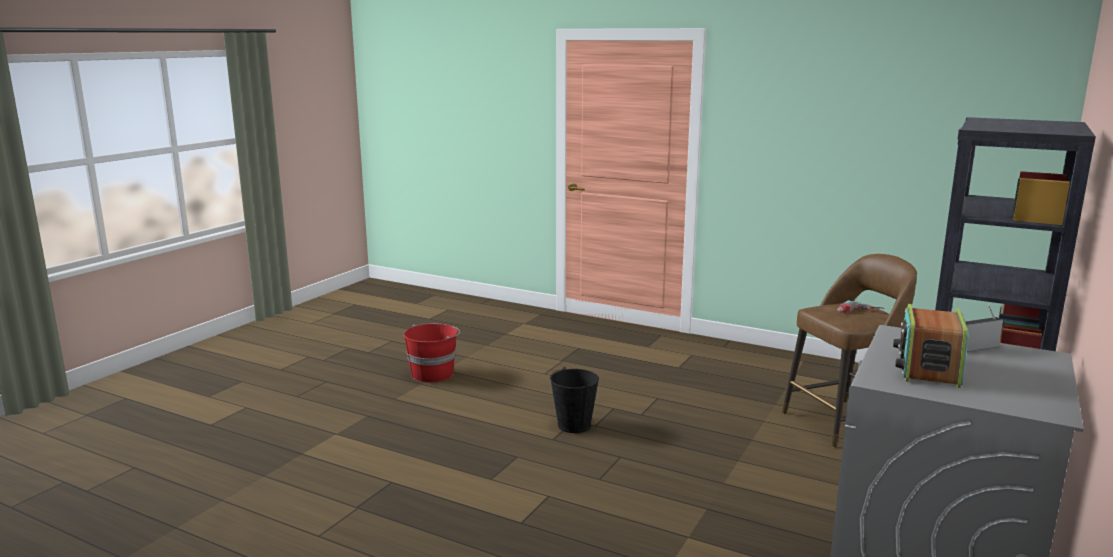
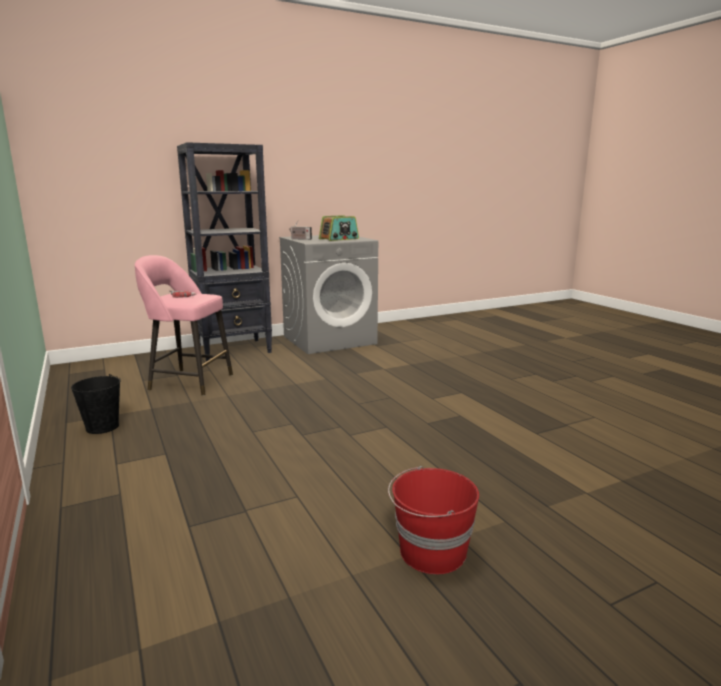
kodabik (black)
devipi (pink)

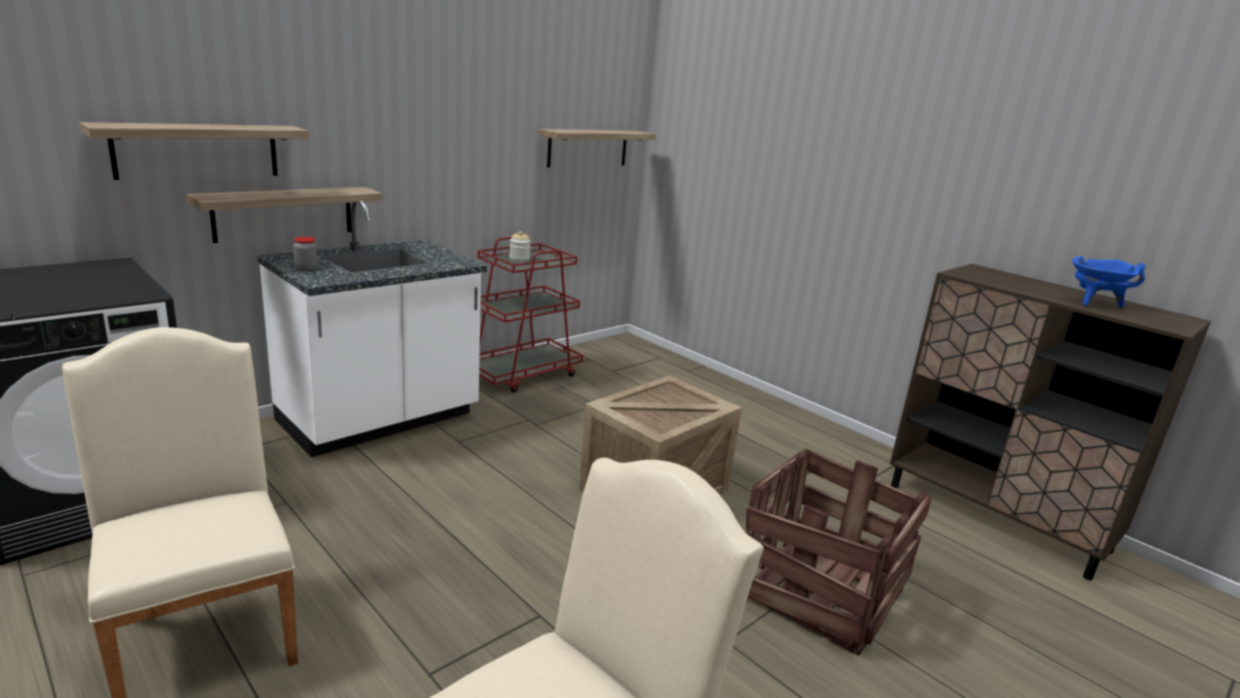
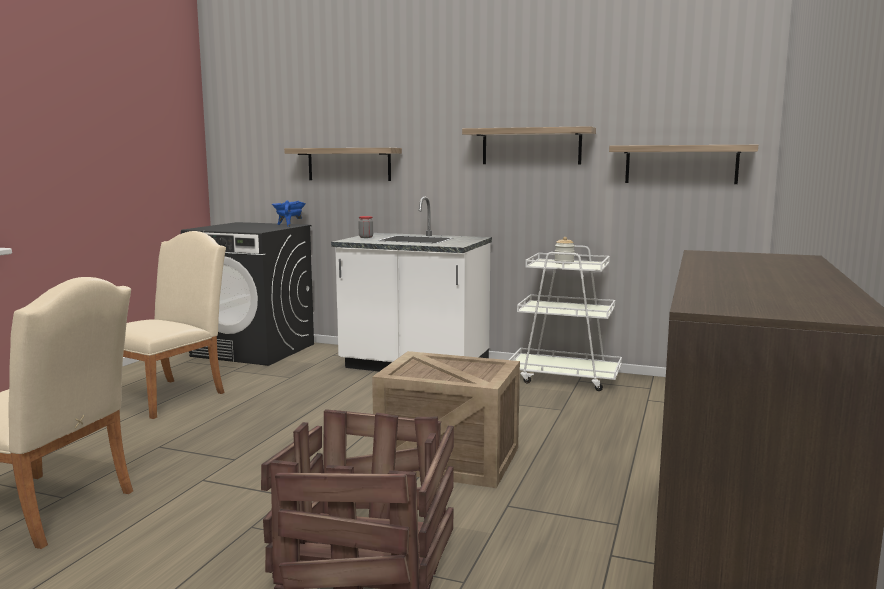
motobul (2nd from left)
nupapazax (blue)
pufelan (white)

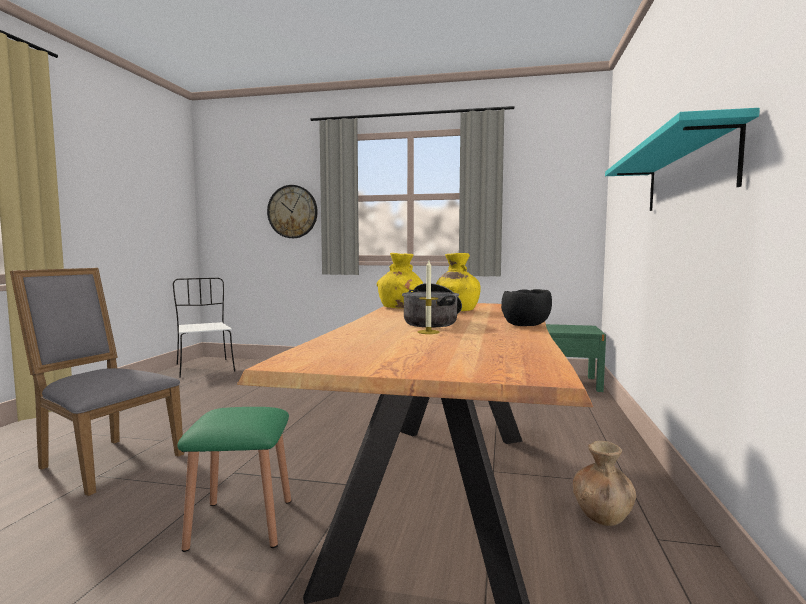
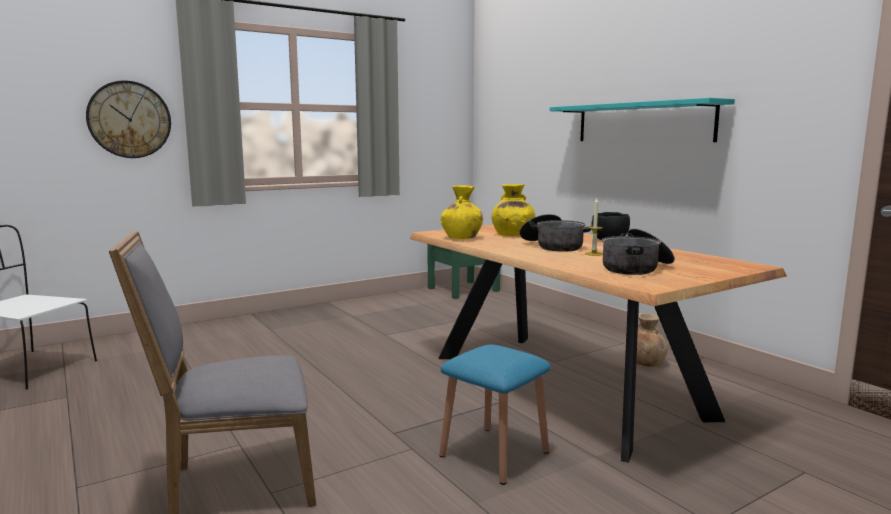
nupapazax (2nd from left)
devipi (blue)

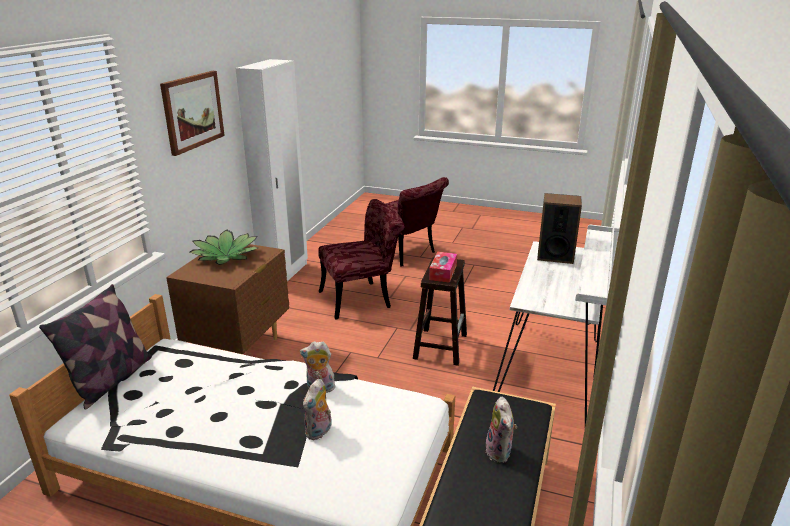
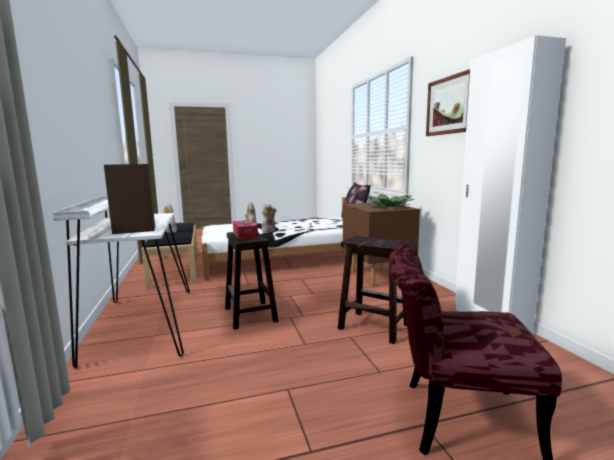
devipi (brown) (2nd from left)

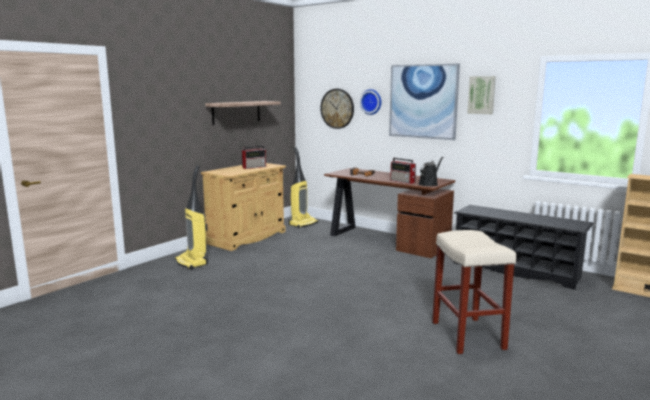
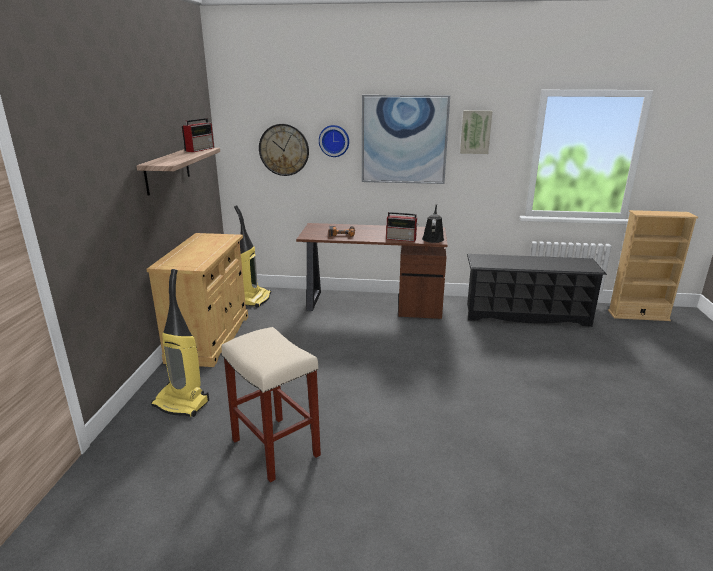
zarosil (1st from left)
devipi (beige)

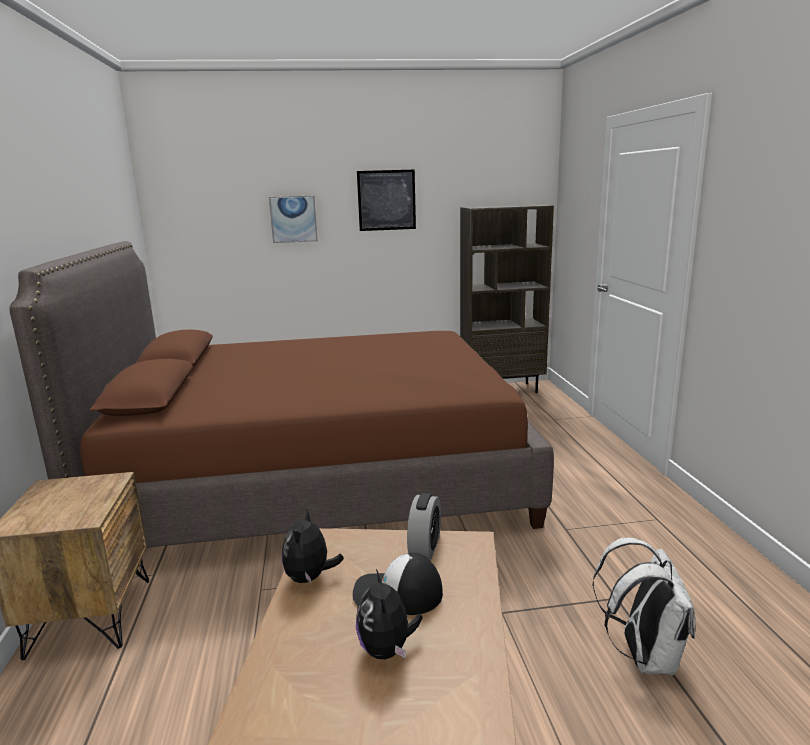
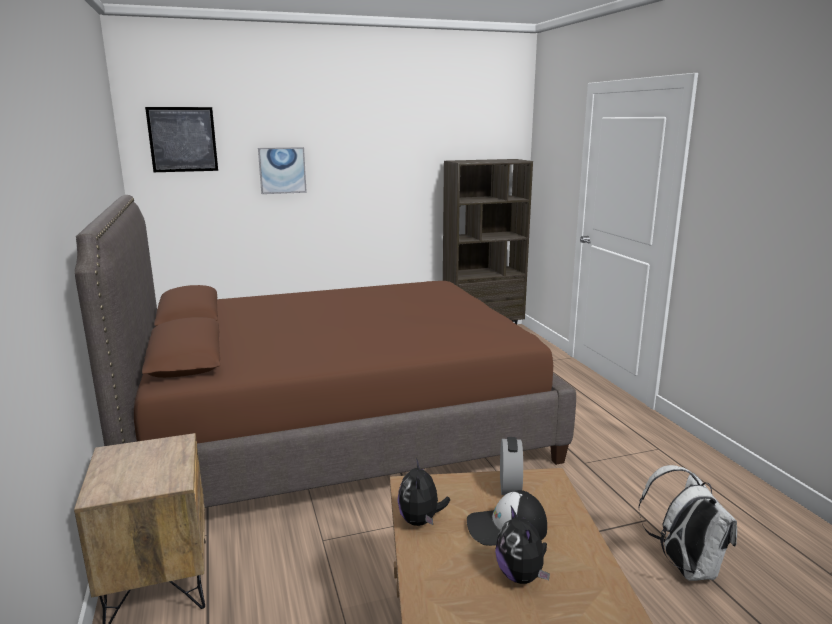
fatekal (1st from left)

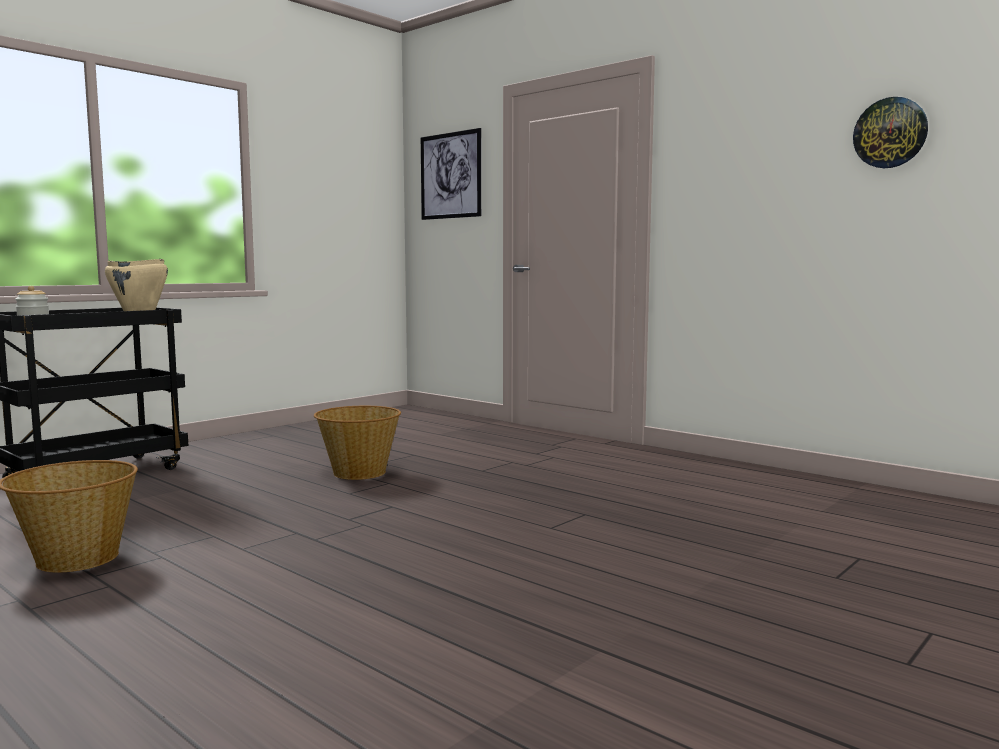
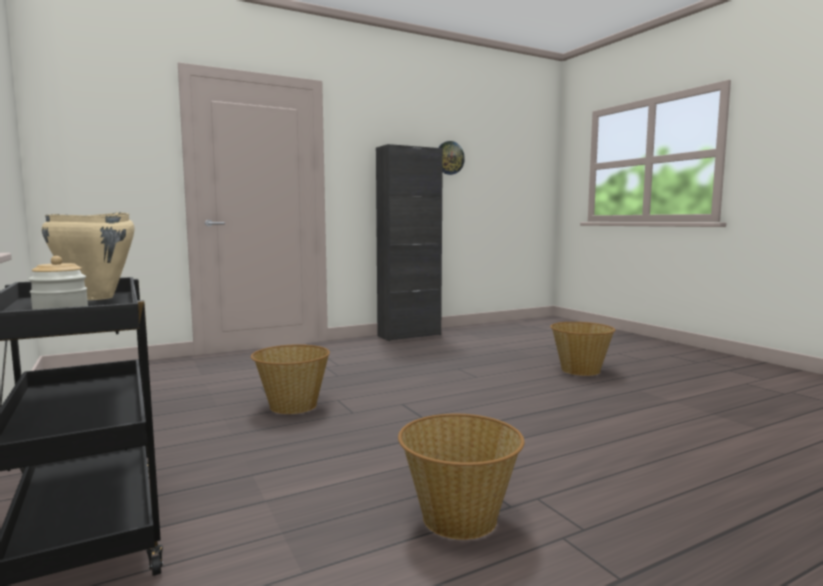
fatekal
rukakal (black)
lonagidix (3rd from left)

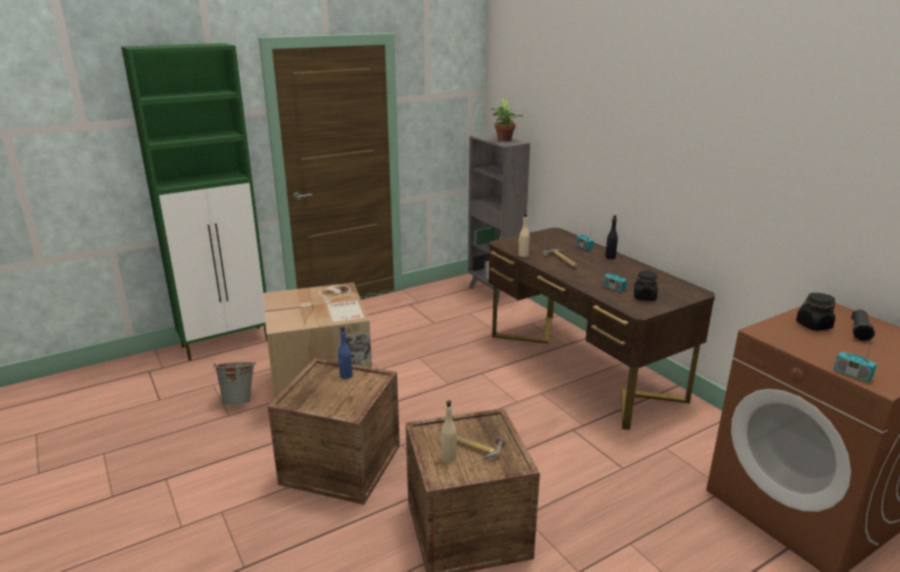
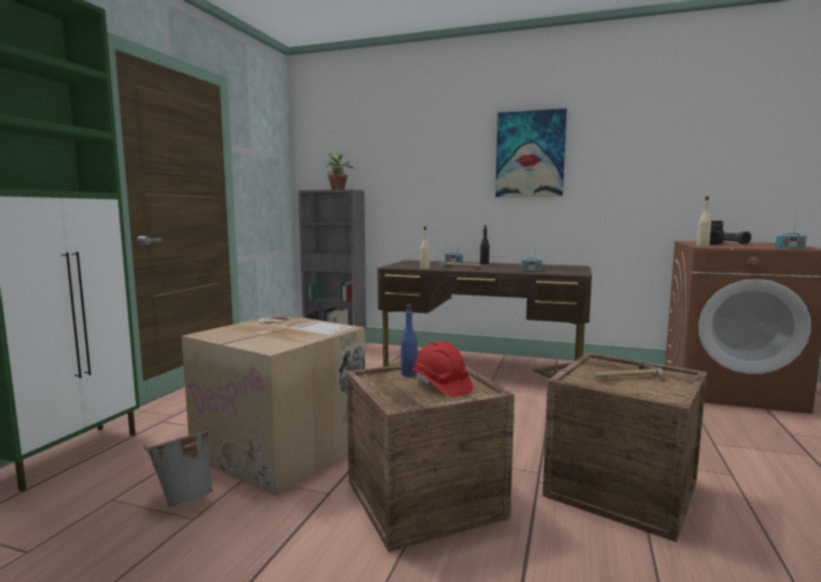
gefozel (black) (1st from left in the first image)
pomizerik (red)
fatekal
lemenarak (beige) (2nd from left)

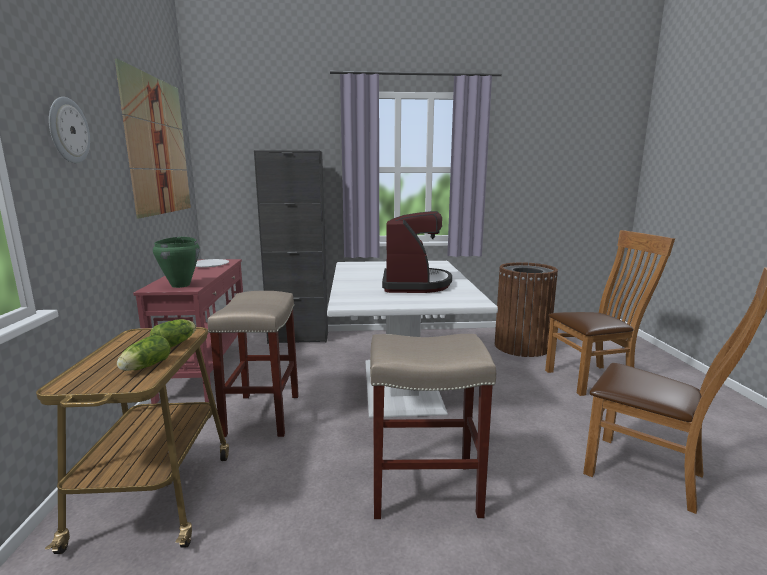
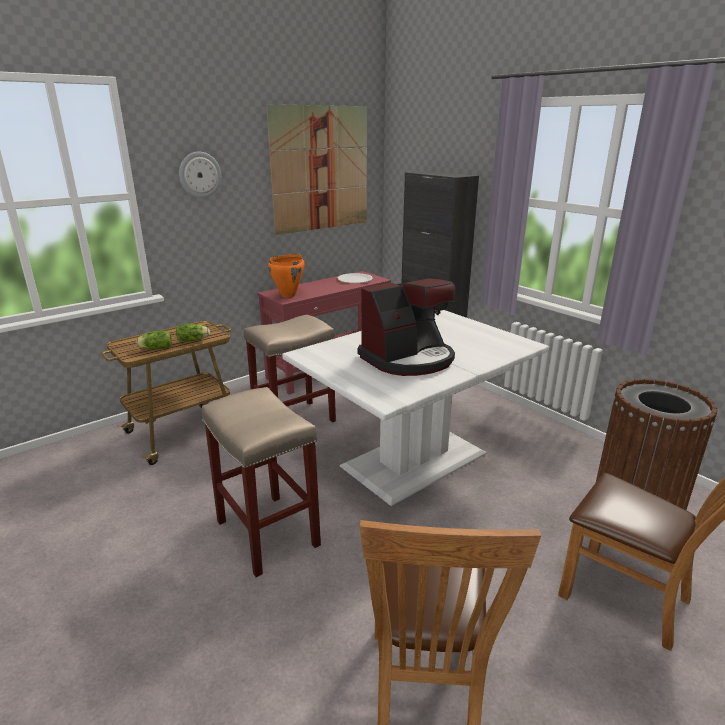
nupapazax (orange)

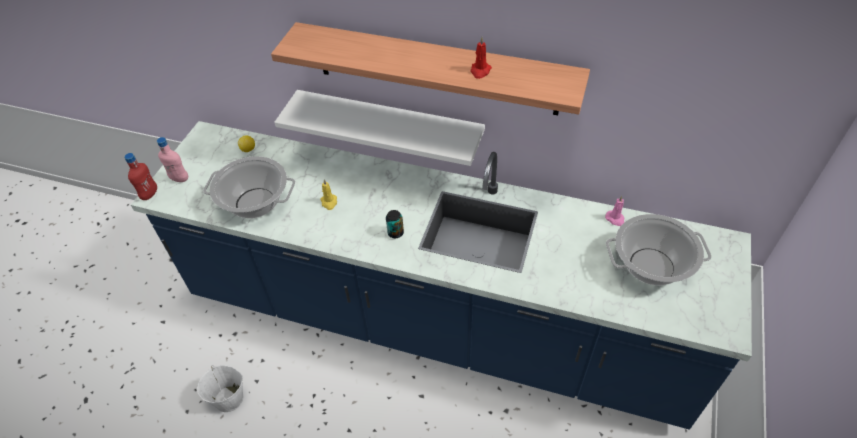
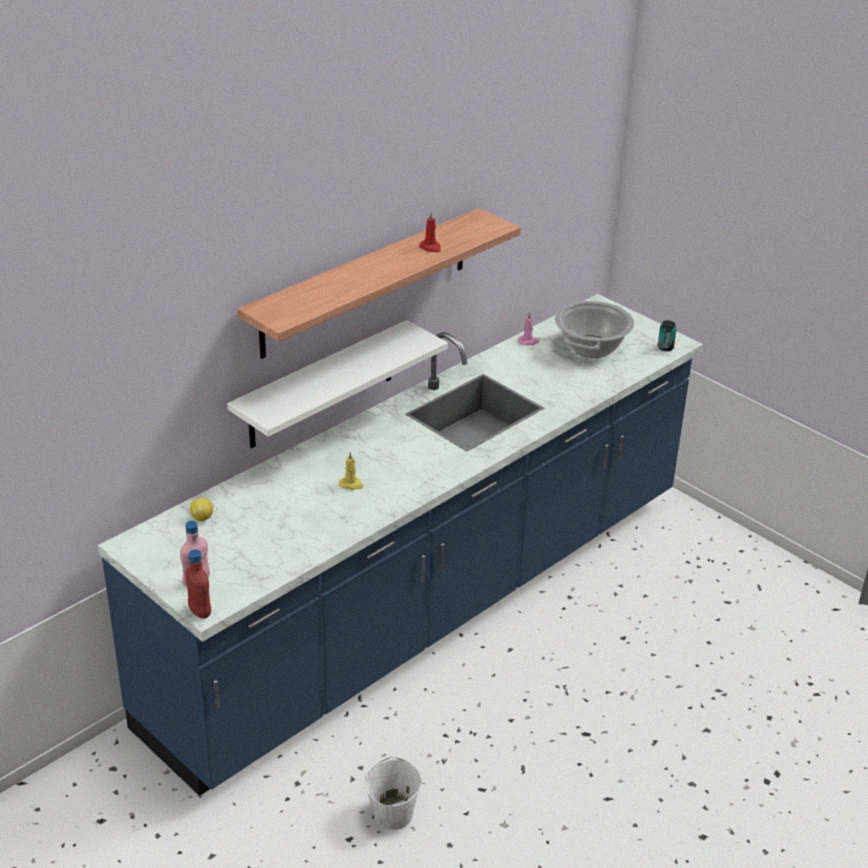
nupapazax (1st from left in the first image)
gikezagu

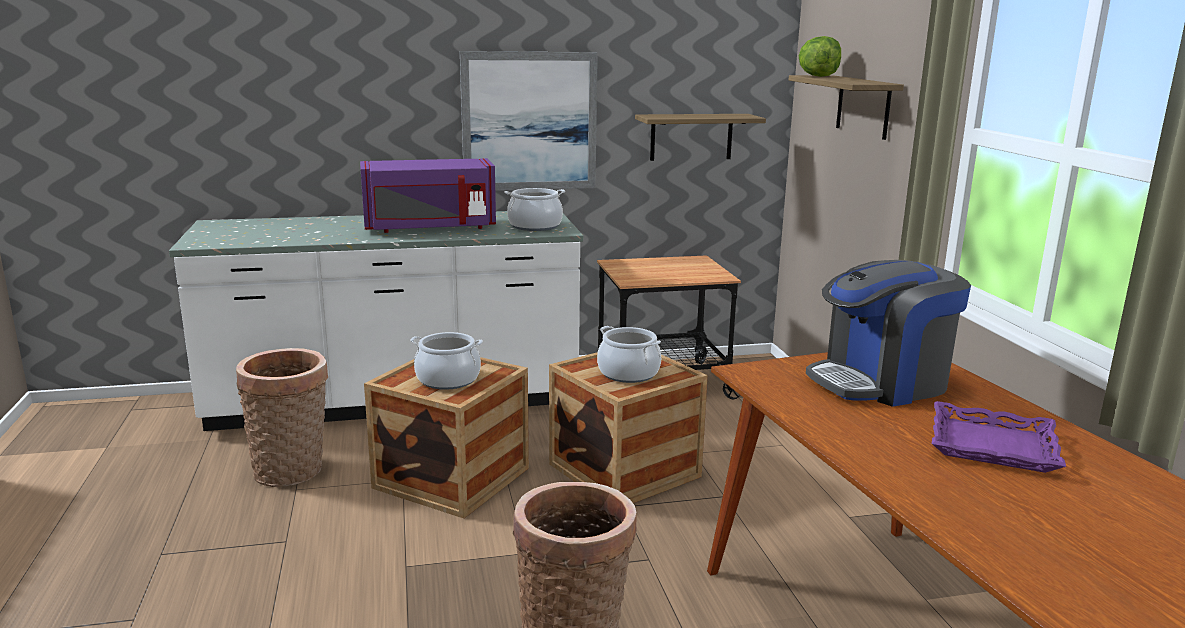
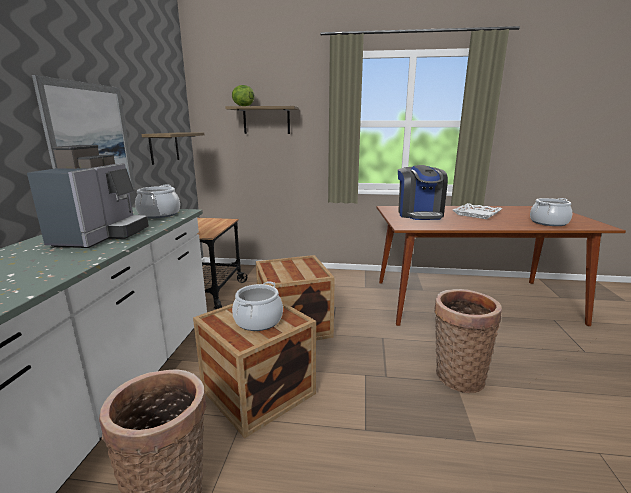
nupapazax (3rd from left)
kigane (1st from left)
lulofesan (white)

